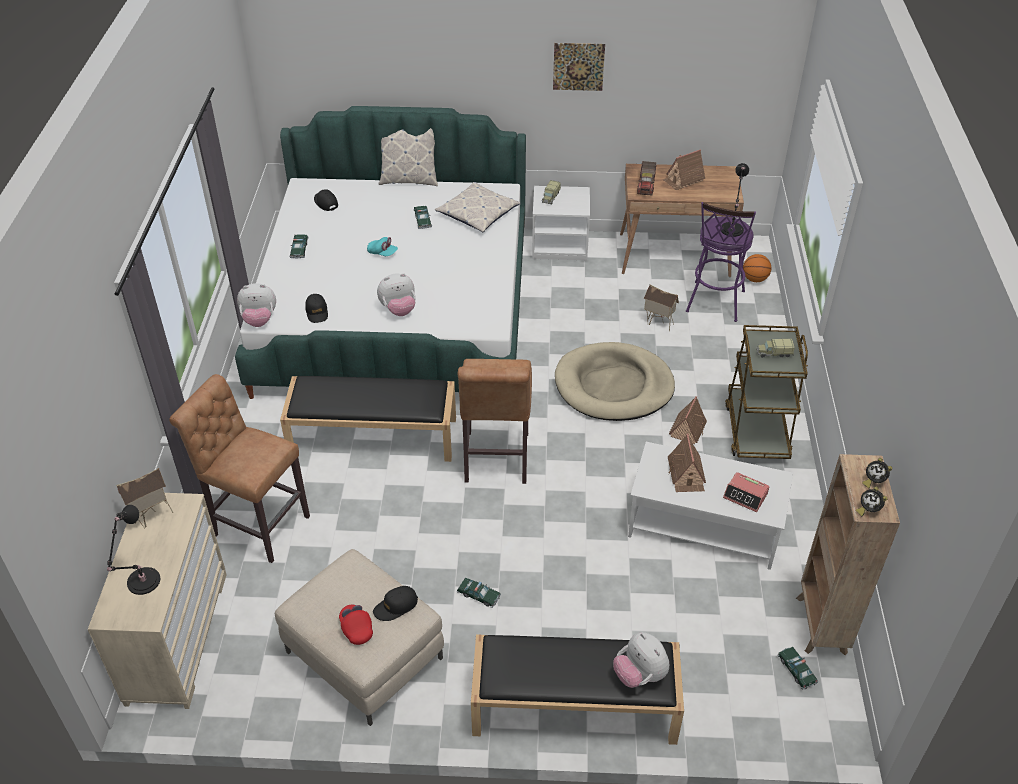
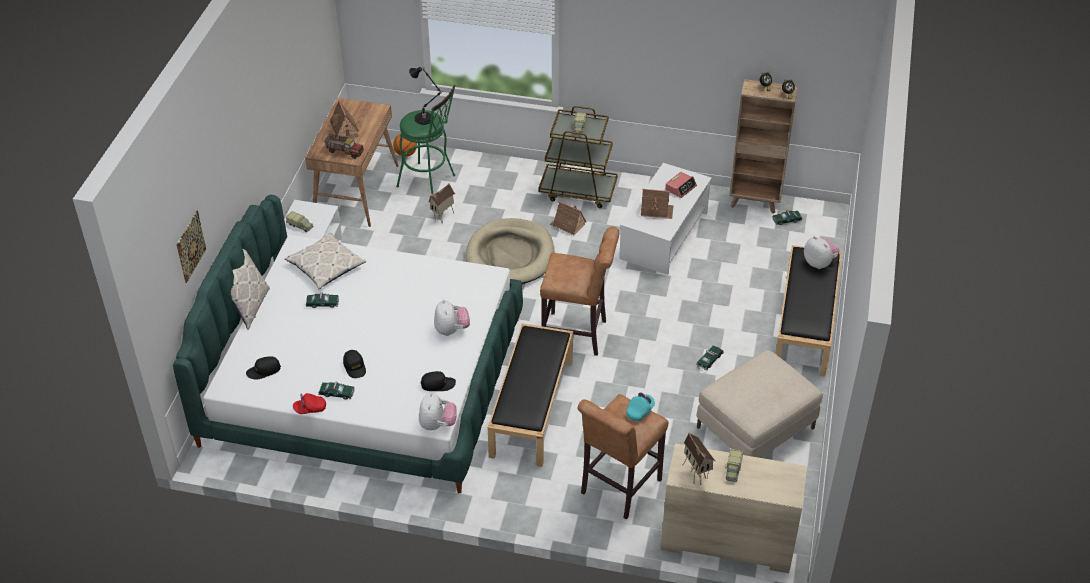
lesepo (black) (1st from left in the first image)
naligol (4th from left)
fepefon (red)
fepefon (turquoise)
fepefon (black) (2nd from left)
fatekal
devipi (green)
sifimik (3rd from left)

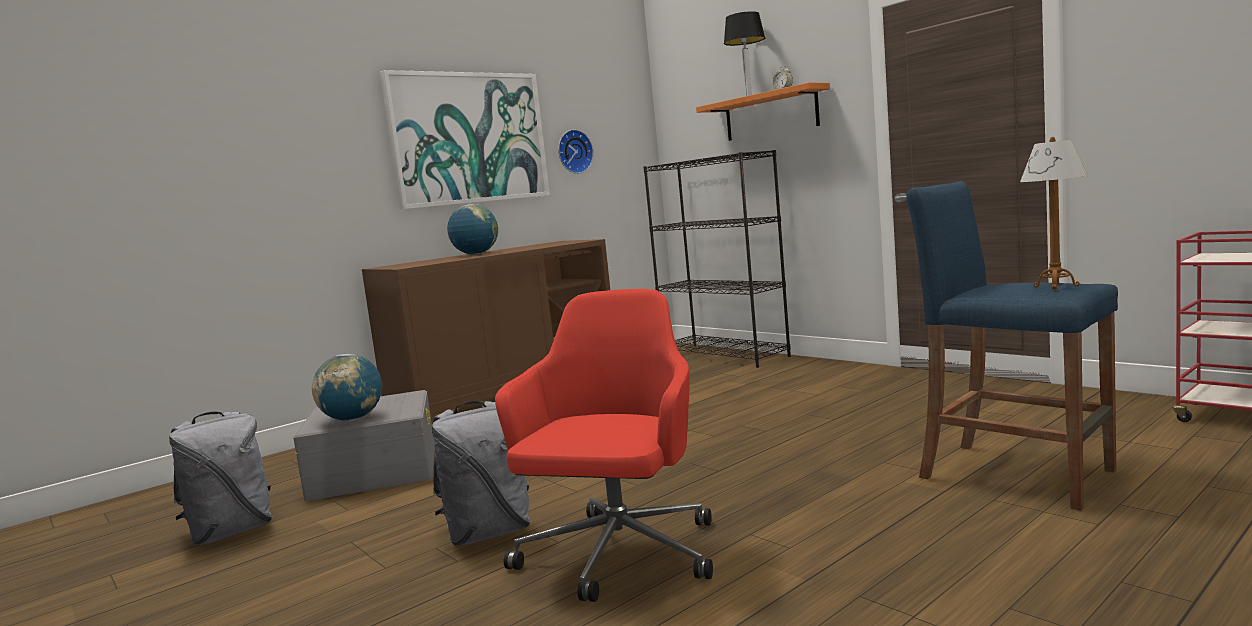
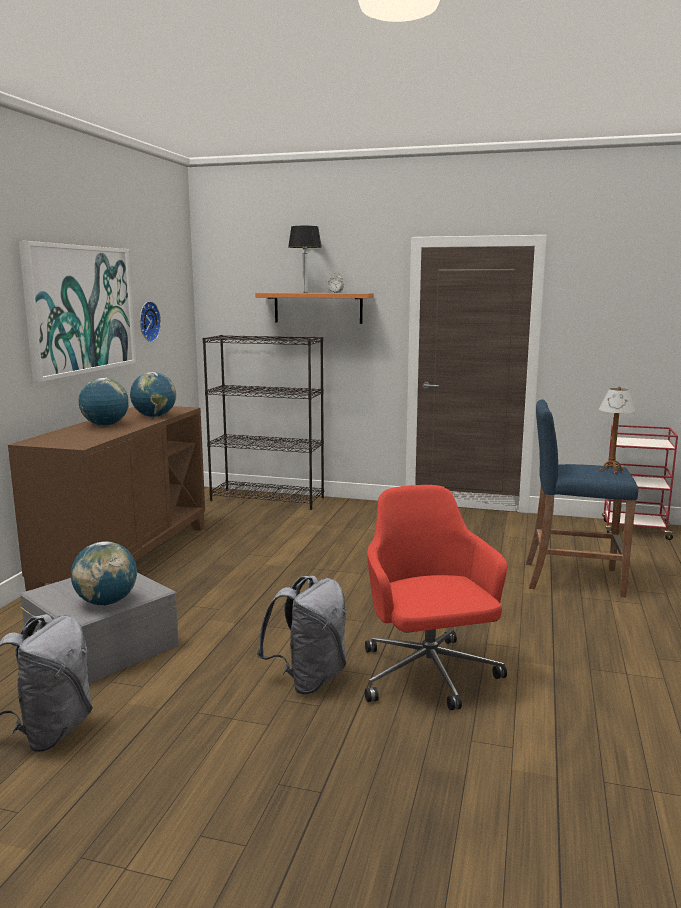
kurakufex (3rd from left)

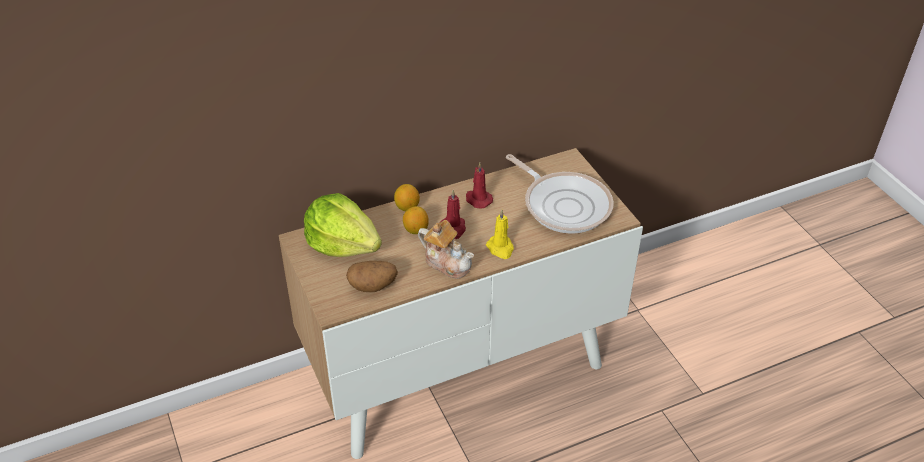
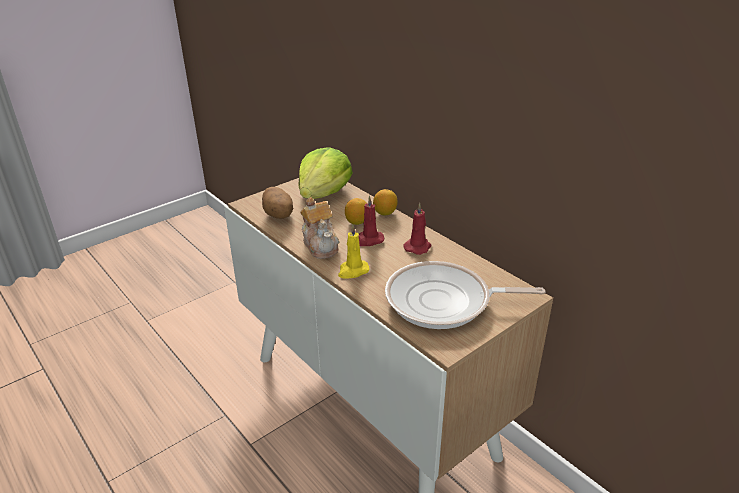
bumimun
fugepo

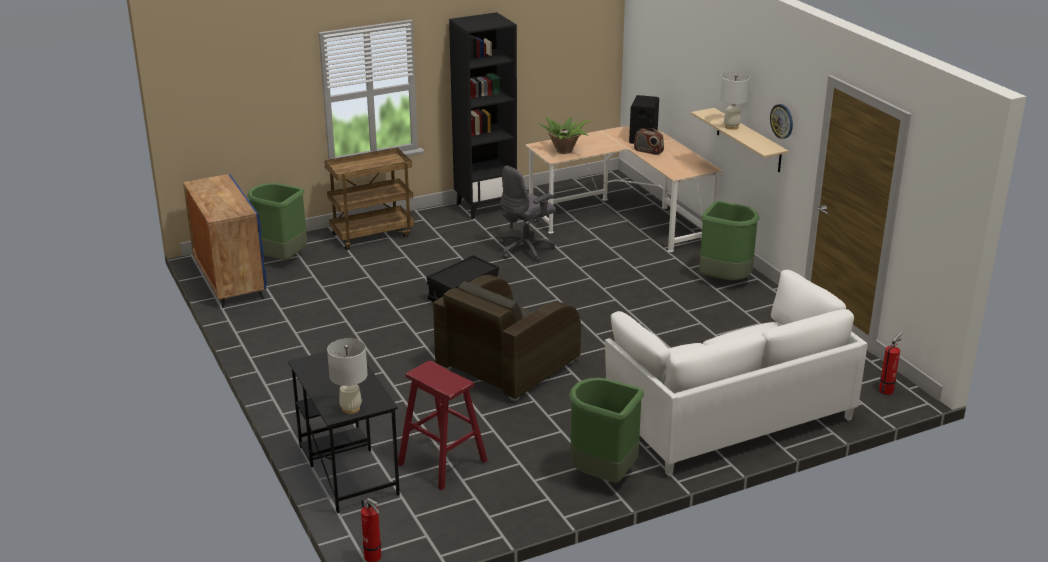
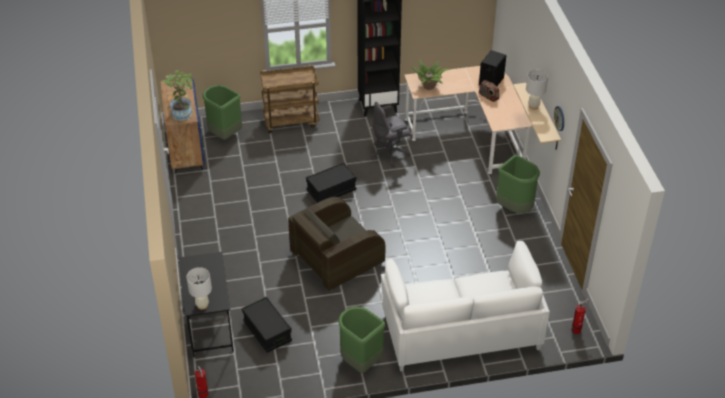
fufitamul (1st from left)
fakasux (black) (1st from left)

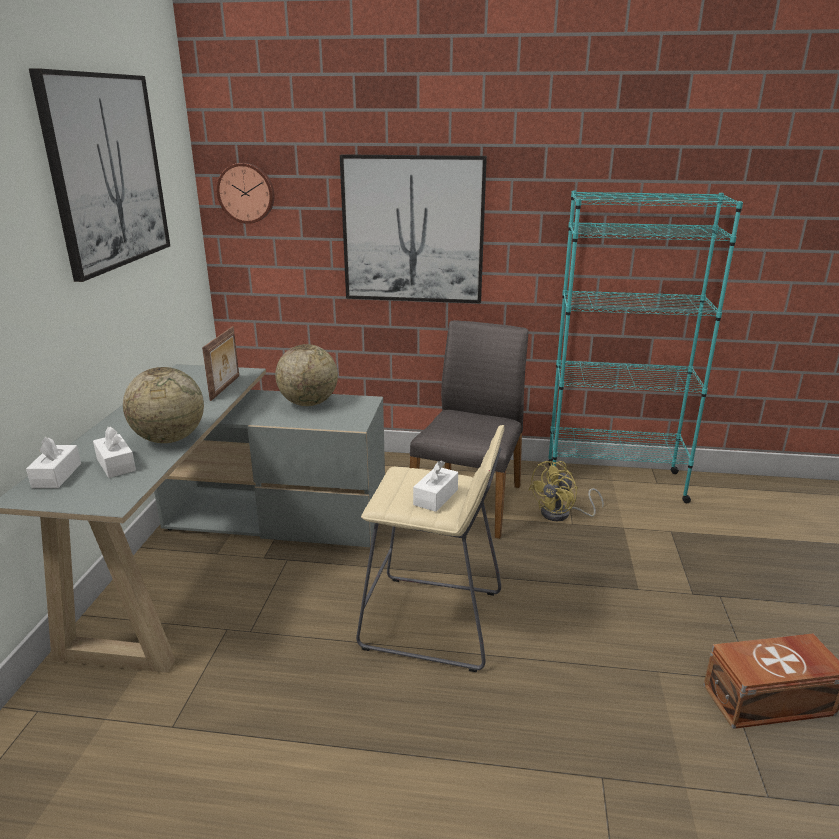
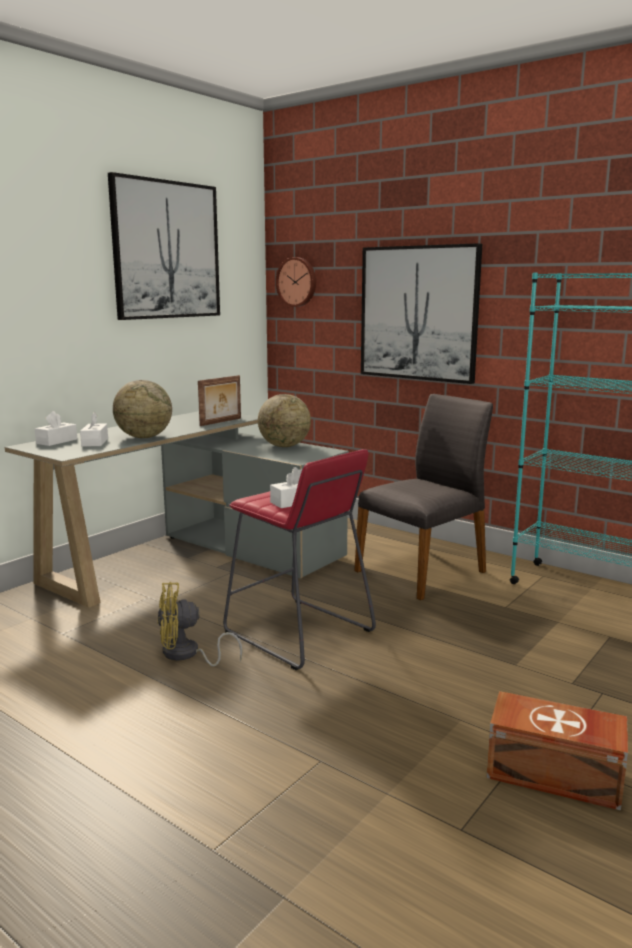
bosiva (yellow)
devipi (red)

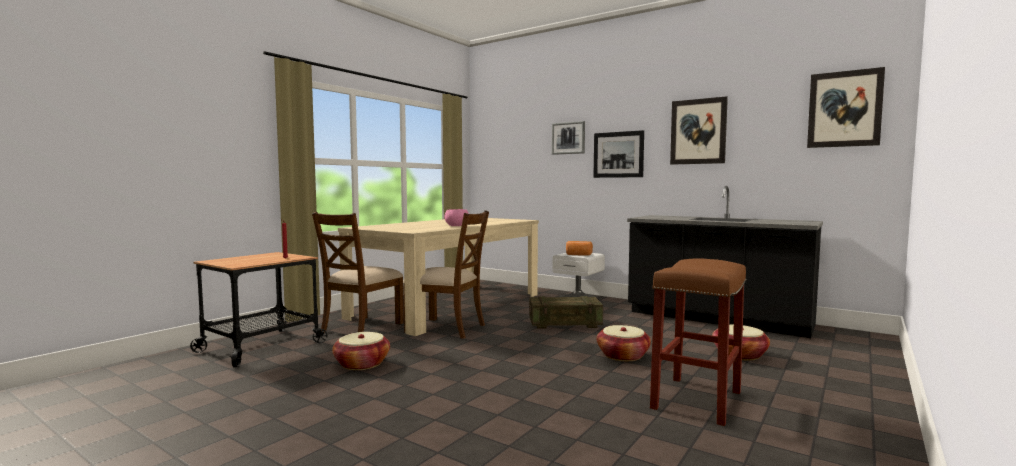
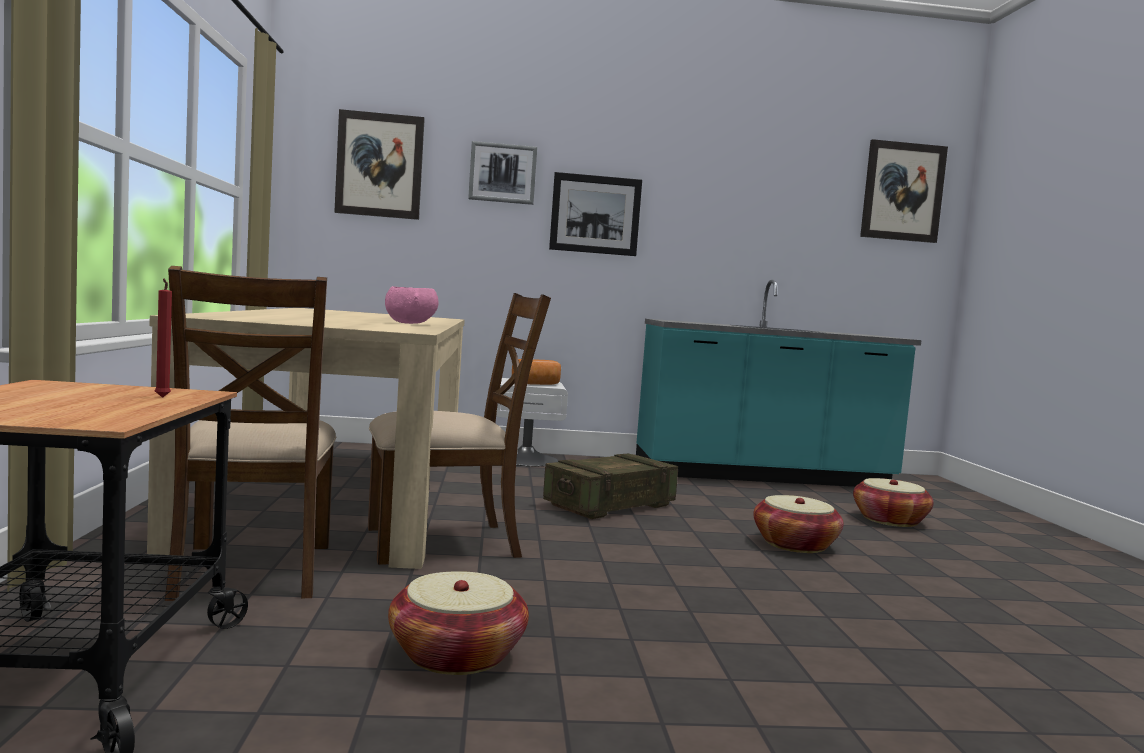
devipi (brown)
fatekal (1st from left)
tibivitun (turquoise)

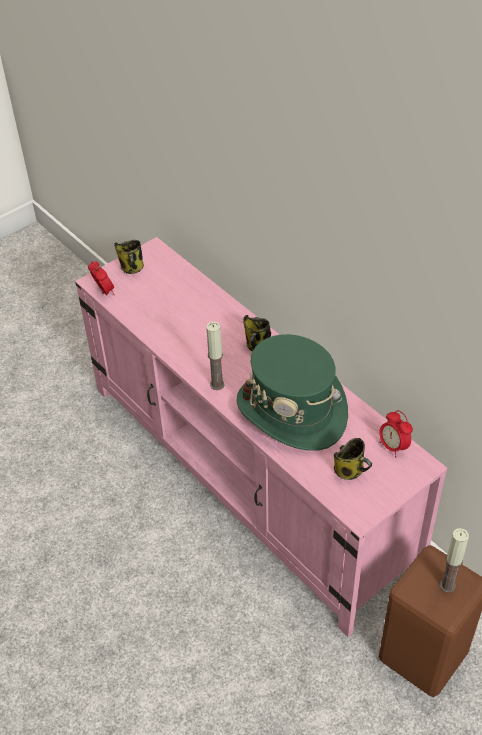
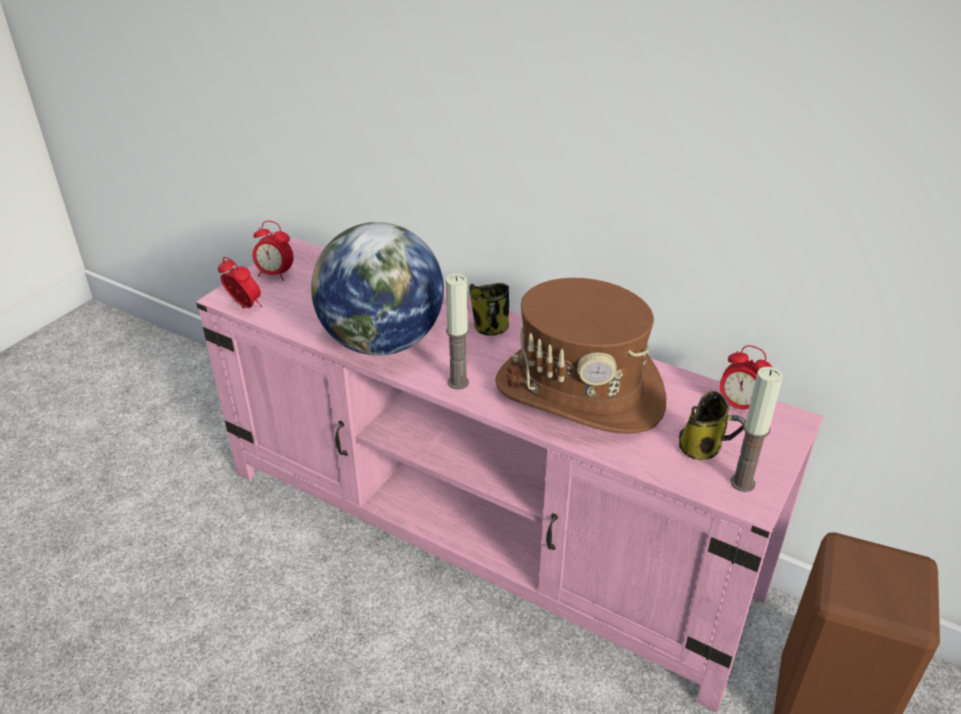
kurakufex
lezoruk (2nd from left)
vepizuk (2nd from left)
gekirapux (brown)

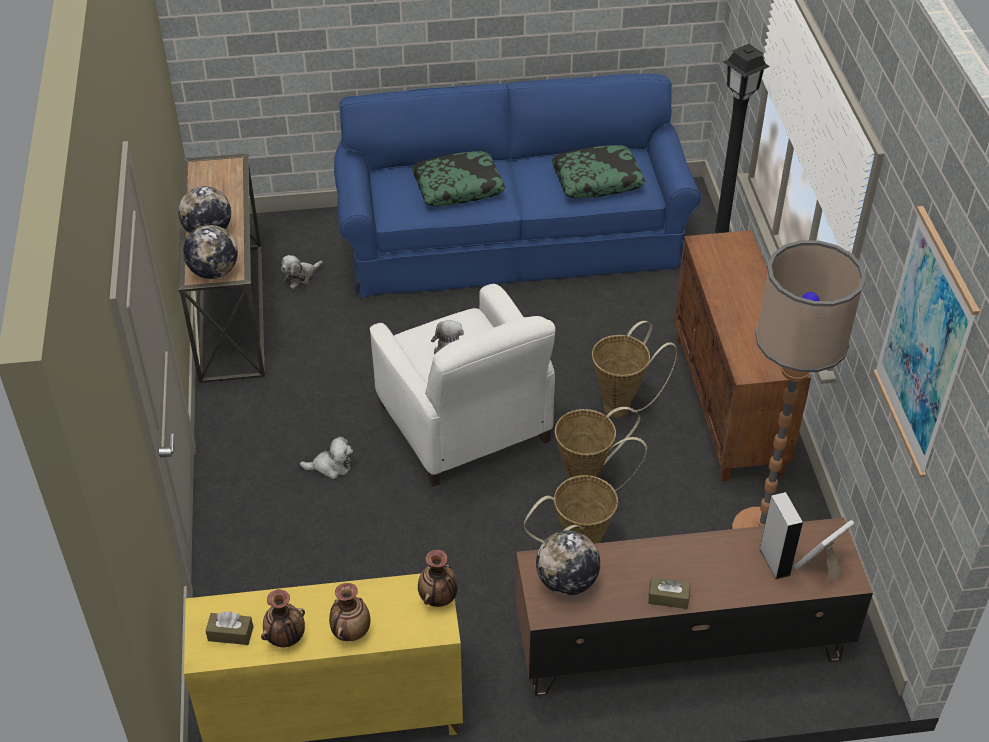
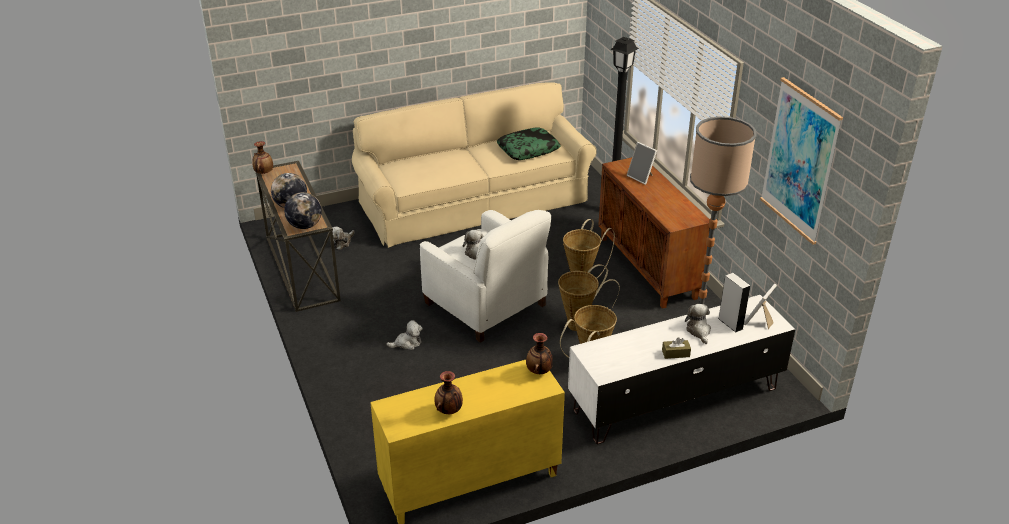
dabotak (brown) (1st from left in the first image)
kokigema (1st from left in the first image)
kurakufex (3rd from left in the first image)
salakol (1st from left)
sifimik (4th from left)
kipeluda (1st from left)
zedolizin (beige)
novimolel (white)

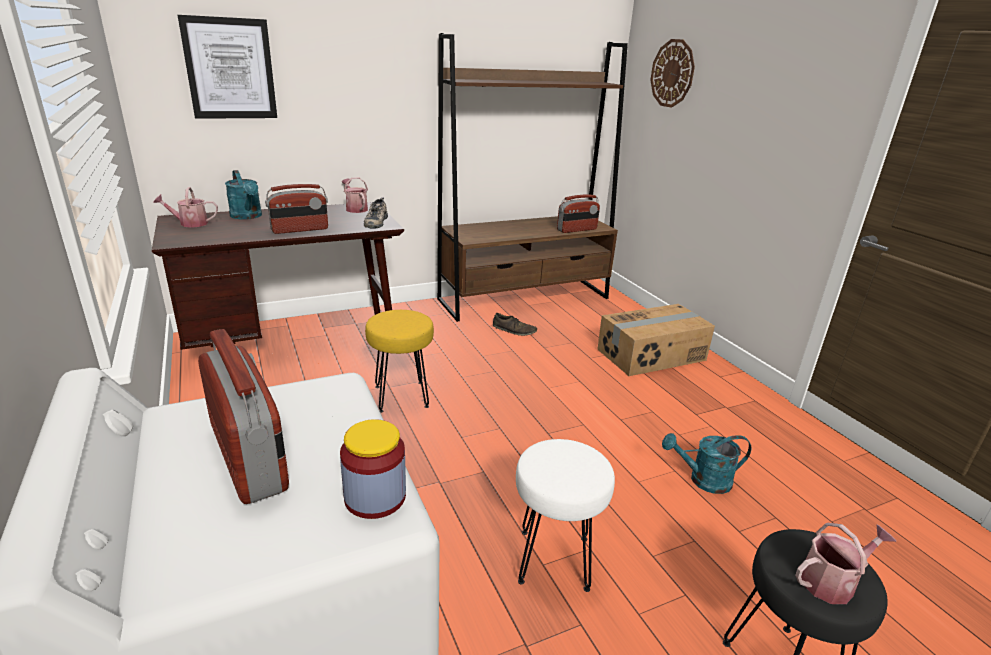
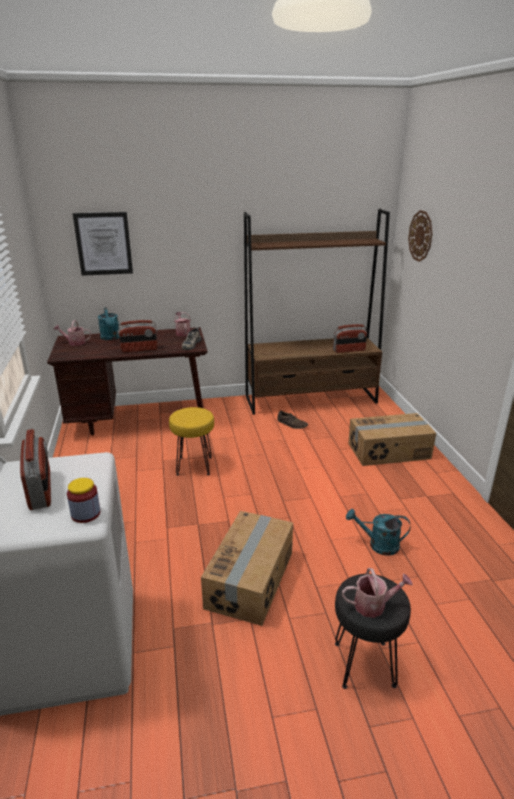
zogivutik (1st from left)

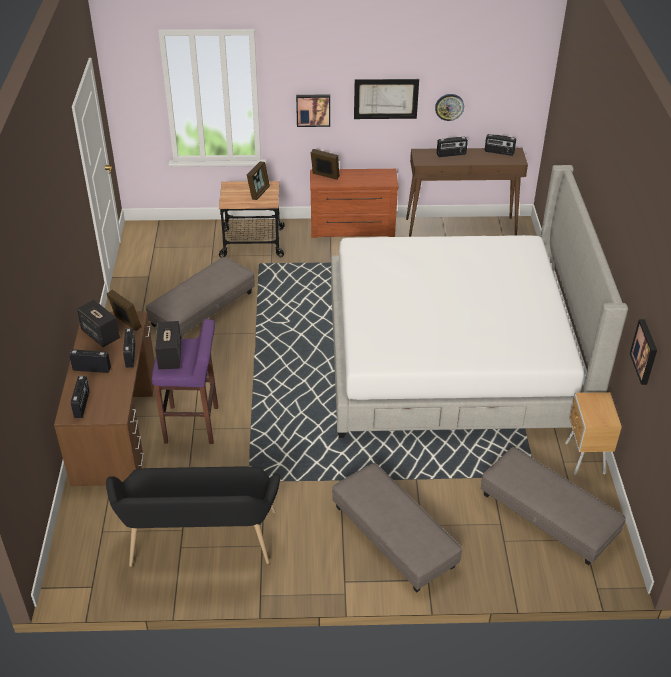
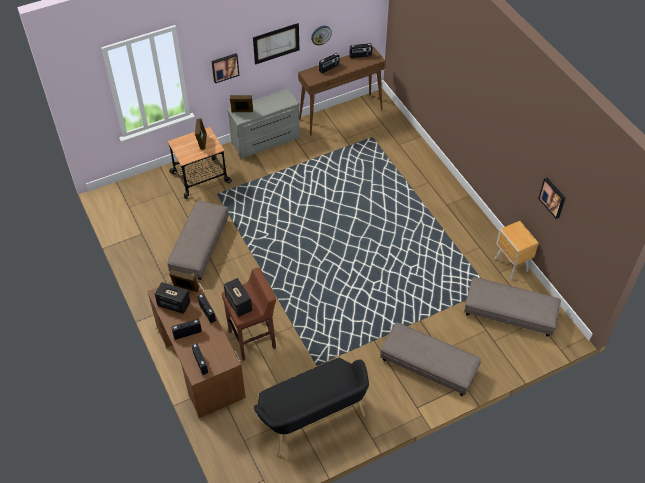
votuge
devipi (brown)
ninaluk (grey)

